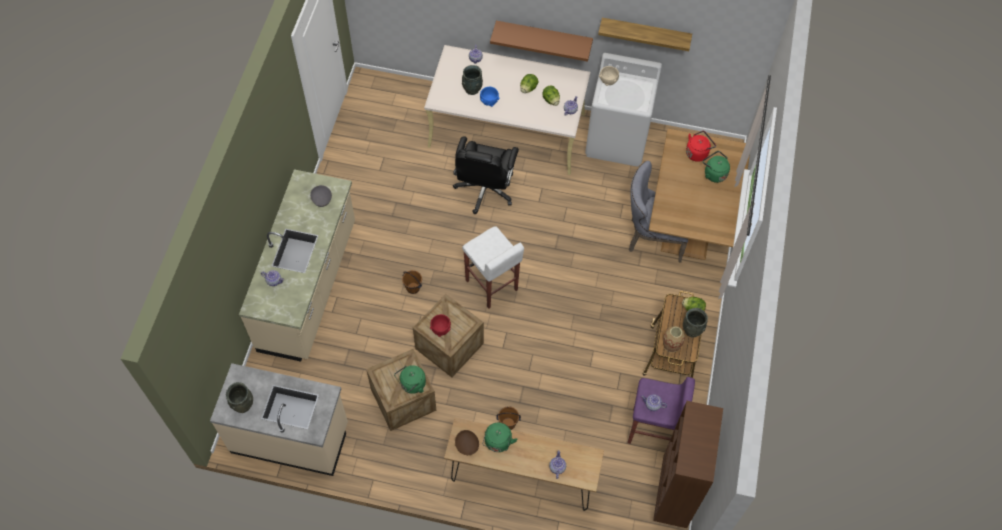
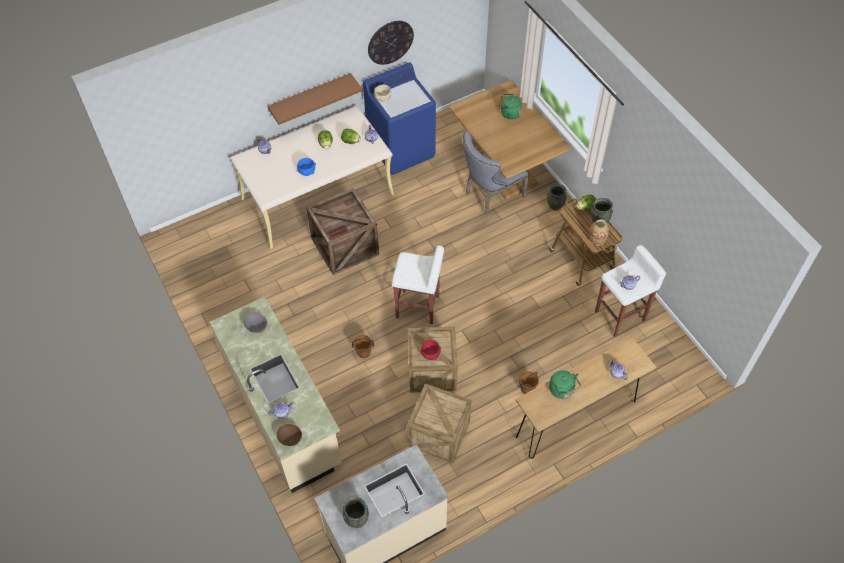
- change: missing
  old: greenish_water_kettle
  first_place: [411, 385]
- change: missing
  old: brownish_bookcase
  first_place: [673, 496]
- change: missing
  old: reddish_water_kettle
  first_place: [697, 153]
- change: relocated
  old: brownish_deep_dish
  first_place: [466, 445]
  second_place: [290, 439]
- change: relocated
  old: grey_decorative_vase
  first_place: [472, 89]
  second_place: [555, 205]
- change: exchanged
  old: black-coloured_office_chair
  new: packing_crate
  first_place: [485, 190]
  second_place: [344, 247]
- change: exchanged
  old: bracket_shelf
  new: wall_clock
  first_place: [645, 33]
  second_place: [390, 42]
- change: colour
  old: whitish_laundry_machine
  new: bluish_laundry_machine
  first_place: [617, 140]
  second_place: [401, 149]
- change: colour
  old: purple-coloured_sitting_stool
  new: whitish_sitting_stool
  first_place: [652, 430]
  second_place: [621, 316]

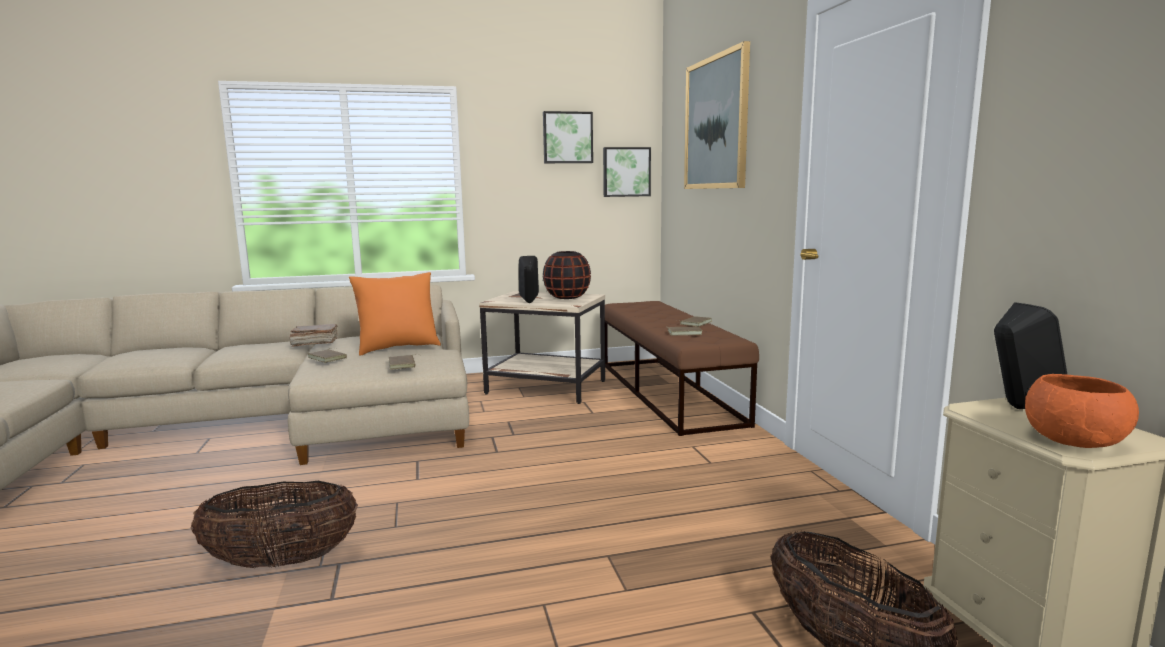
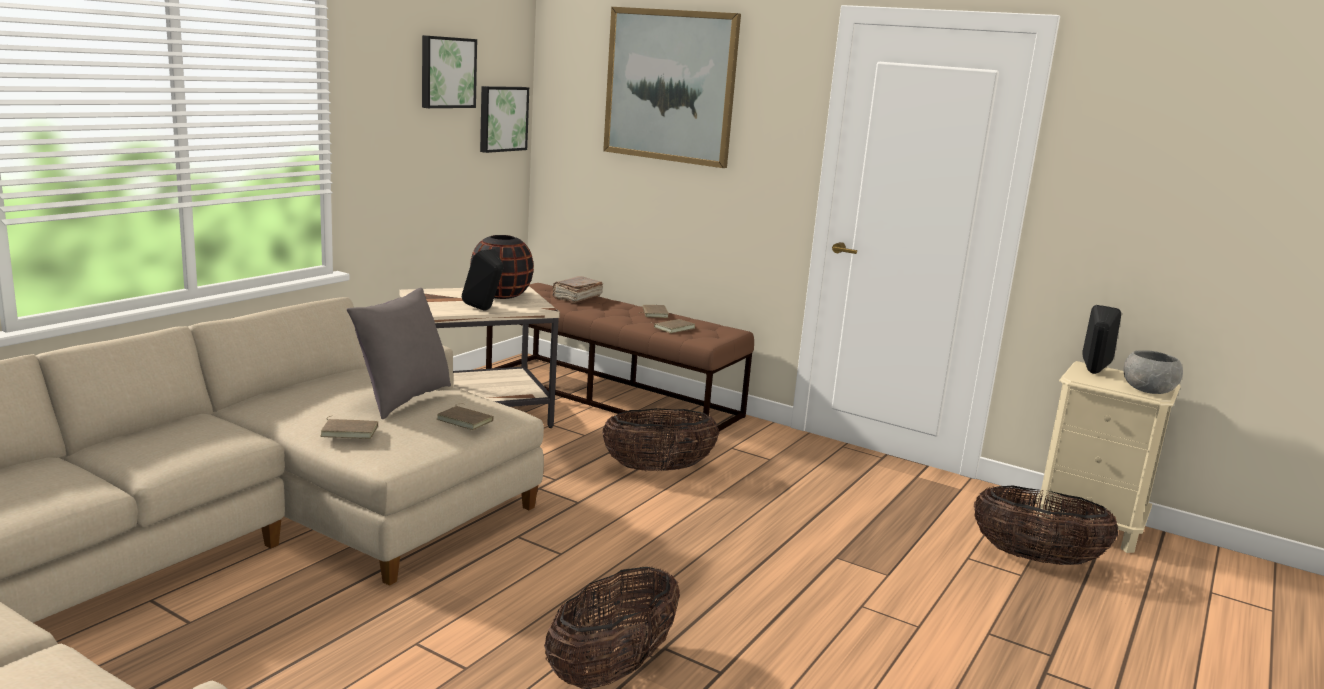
- change: appeared
  new: household_basket
  second_place: [658, 469]
- change: relocated
  old: brownish_bound_book
  first_place: [314, 343]
  second_place: [576, 298]
- change: colour
  old: orange_throw_pillow
  new: grey_throw_pillow
  first_place: [398, 348]
  second_place: [402, 399]
- change: colour
  old: orange_deep_dish
  new: grey_deep_dish
  first_place: [1074, 442]
  second_place: [1148, 391]

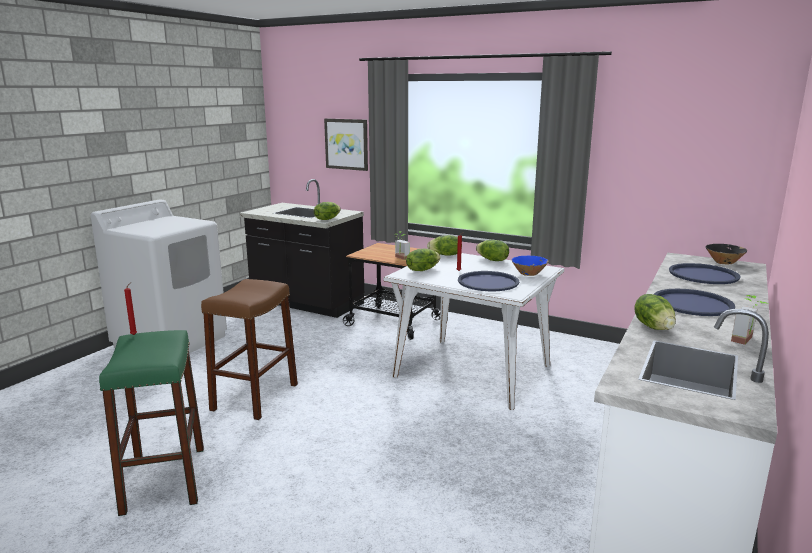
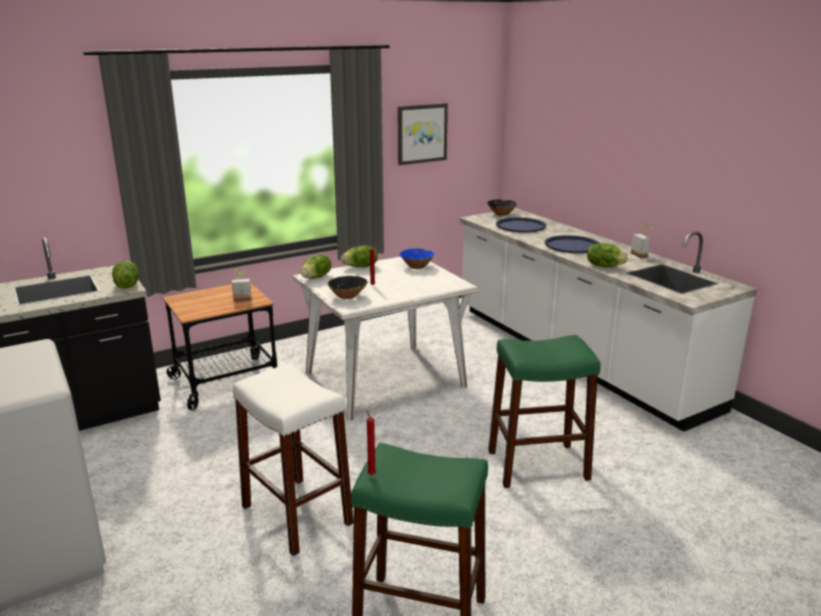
- change: missing
  old: bluish_tray
  first_place: [488, 282]
- change: appeared
  new: greenish_sitting_stool
  second_place: [538, 465]
- change: relocated
  old: wall_art
  first_place: [346, 144]
  second_place: [421, 133]
- change: exchanged
  old: lettuce
  new: black-coloured_deep_dish
  first_place: [422, 270]
  second_place: [348, 296]
- change: colour
  old: brownish_sitting_stool
  new: whitish_sitting_stool
  first_place: [255, 397]
  second_place: [296, 514]

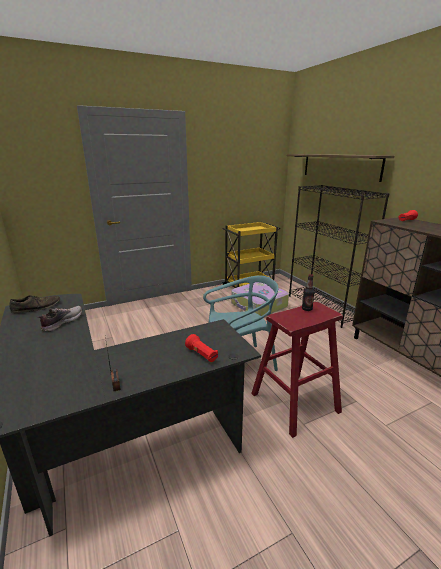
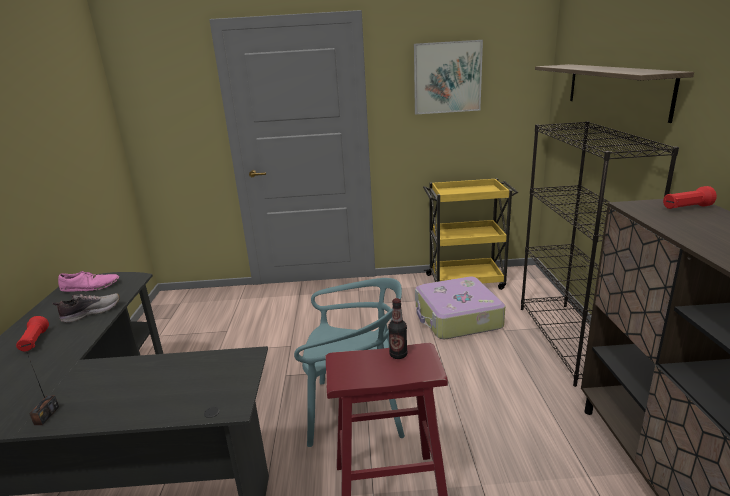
- change: appeared
  new: wall_art
  second_place: [447, 77]
- change: relocated
  old: reddish_flashlight
  first_place: [202, 355]
  second_place: [34, 342]
- change: colour
  old: brownish_item_of_footwear
  new: pinkish_item_of_footwear
  first_place: [37, 307]
  second_place: [90, 287]

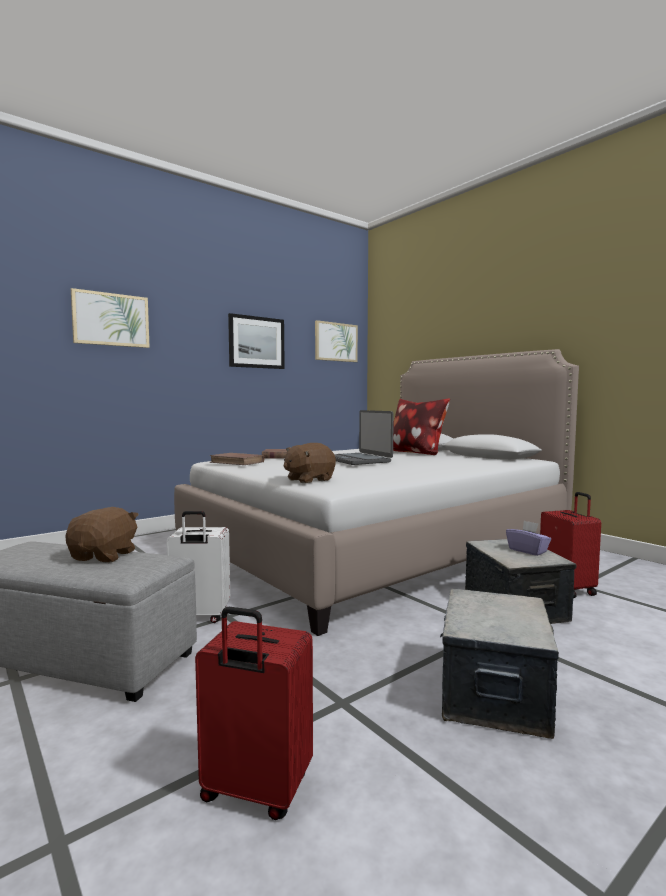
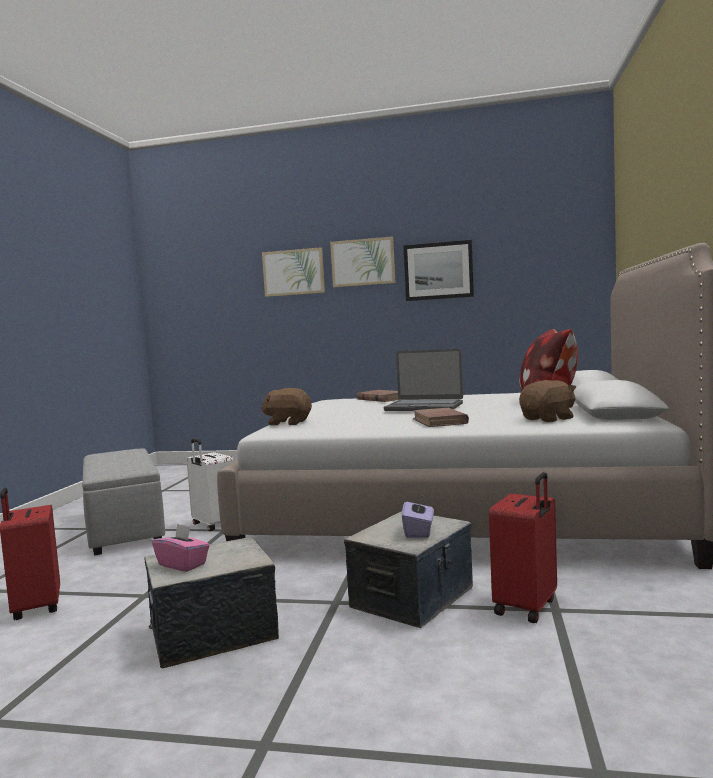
- change: appeared
  new: pinkish_tissue_box
  second_place: [183, 564]
- change: relocated
  old: brownish_cuddly_toy
  first_place: [105, 556]
  second_place: [548, 419]
- change: relocated
  old: brownish_bound_book
  first_place: [237, 462]
  second_place: [439, 421]
- change: relocated
  old: wall_art
  first_place: [336, 342]
  second_place: [363, 262]
- change: spun
  old: notebook_computer
  first_place: [357, 460]
  second_place: [424, 407]
  degrees: -90

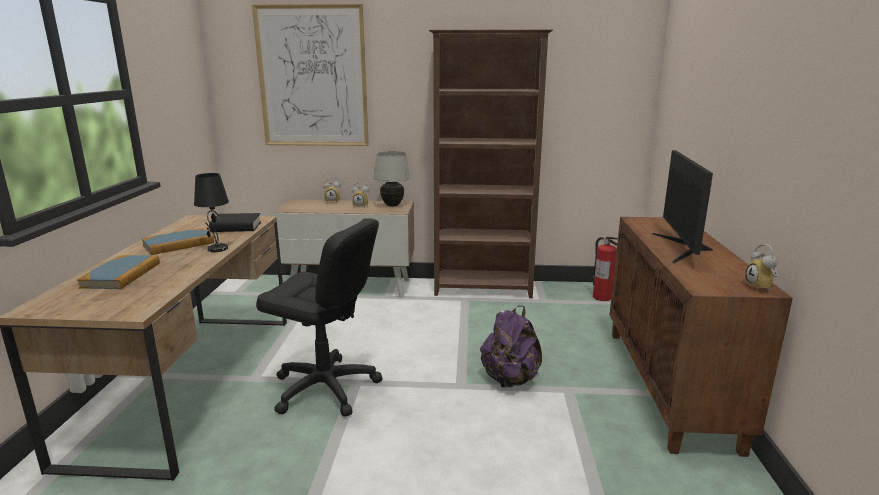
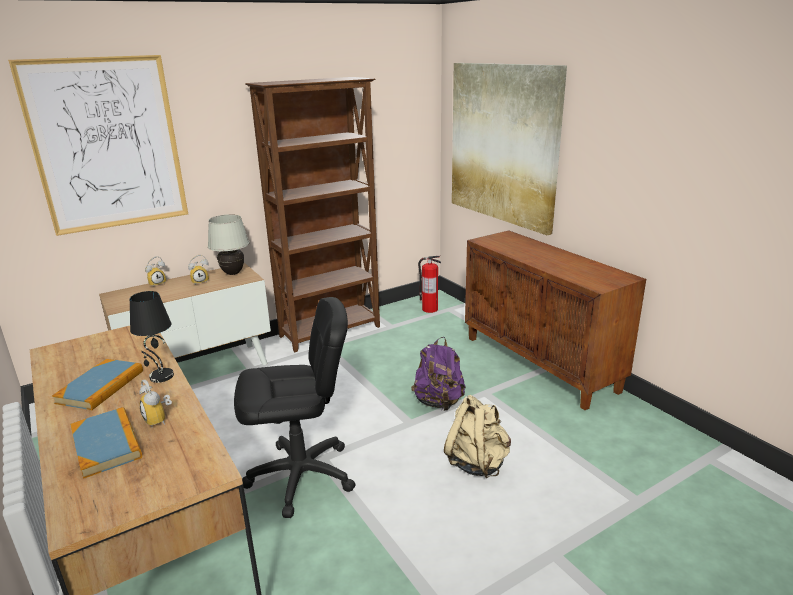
- change: missing
  old: black-coloured_bound_book
  first_place: [236, 227]
- change: missing
  old: computer_display
  first_place: [683, 248]
- change: appeared
  new: beige_rucksack
  second_place: [477, 462]
- change: appeared
  new: wall_art
  second_place: [503, 144]
- change: relocated
  old: alarm_clock
  first_place: [762, 288]
  second_place: [159, 420]

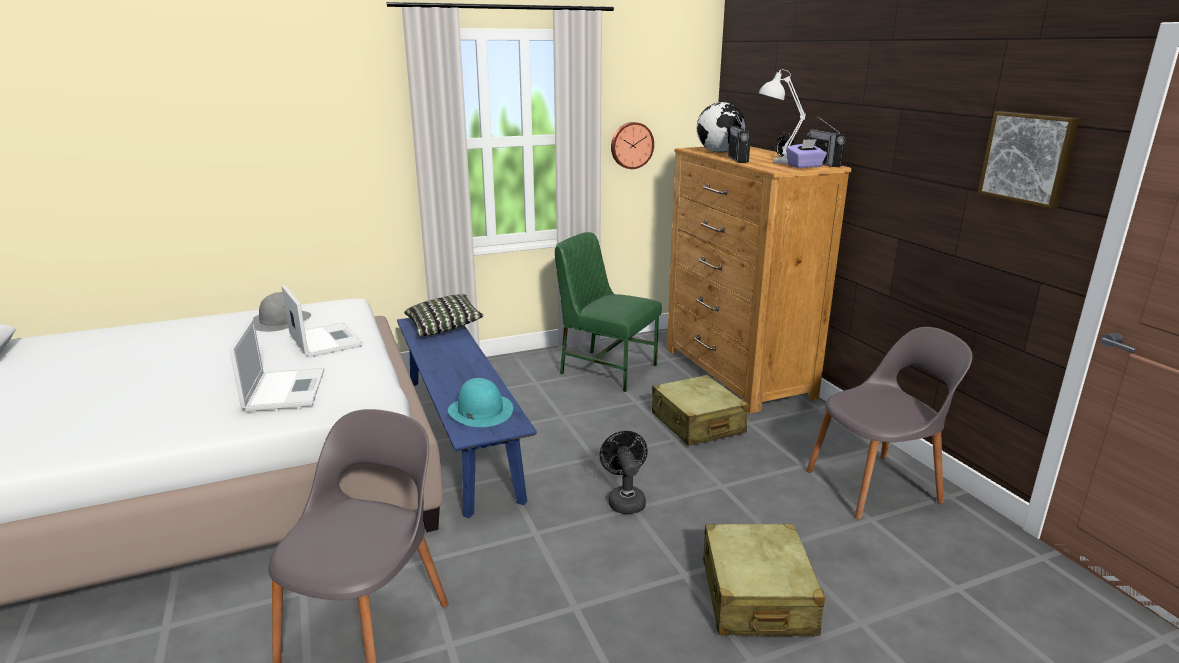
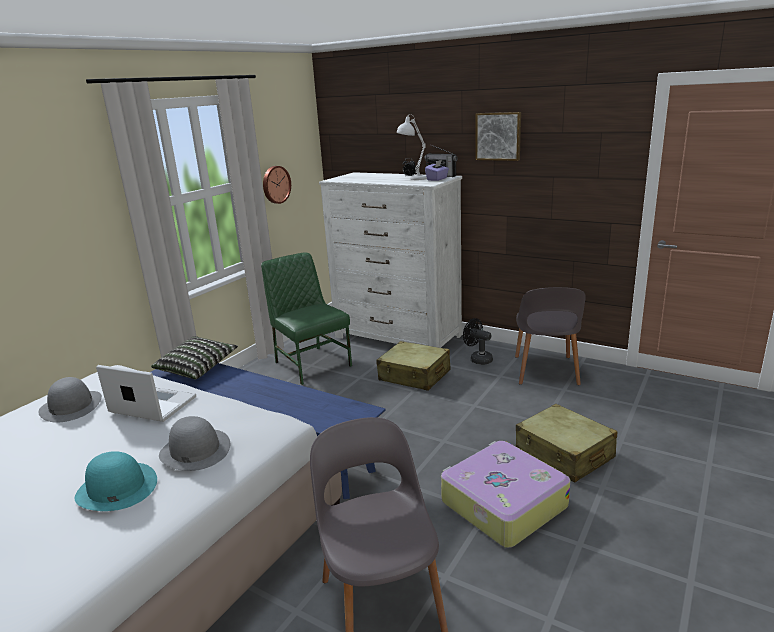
- change: missing
  old: desk_globe
  first_place: [719, 152]
- change: missing
  old: radio_set
  first_place: [738, 159]
- change: appeared
  new: piece_of_luggage
  second_place: [502, 504]
- change: relocated
  old: blue-green_hat
  first_place: [480, 410]
  second_place: [116, 488]
- change: relocated
  old: black-coloured_fan
  first_place: [625, 500]
  second_place: [478, 359]
- change: relocated
  old: wall_art
  first_place: [1028, 158]
  second_place: [498, 136]
- change: exchanged
  old: notebook_computer
  new: grey_hat
  first_place: [285, 389]
  second_place: [195, 450]
- change: colour
  old: brownish_chest_of_drawers
  new: whitish_chest_of_drawers
  first_place: [736, 372]
  second_place: [397, 336]
- change: spun
  old: greenish_chair
  first_place: [606, 369]
  second_place: [311, 364]
  degrees: 60
- change: spun
  old: grey_chair
  first_place: [876, 485]
  second_place: [545, 371]
  degrees: 150

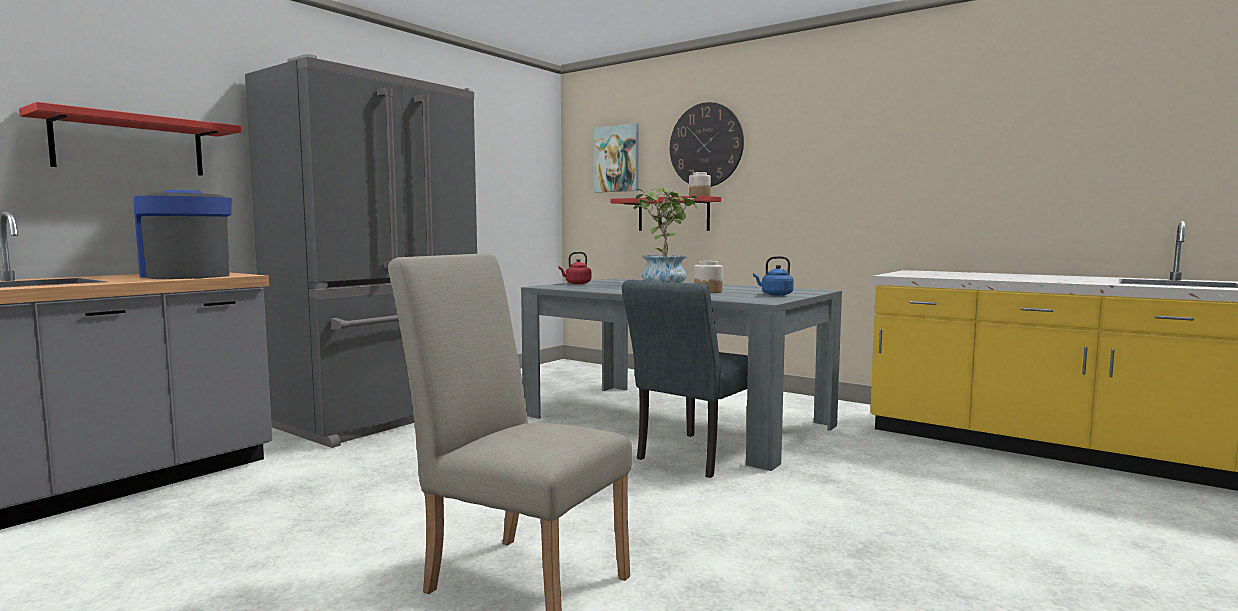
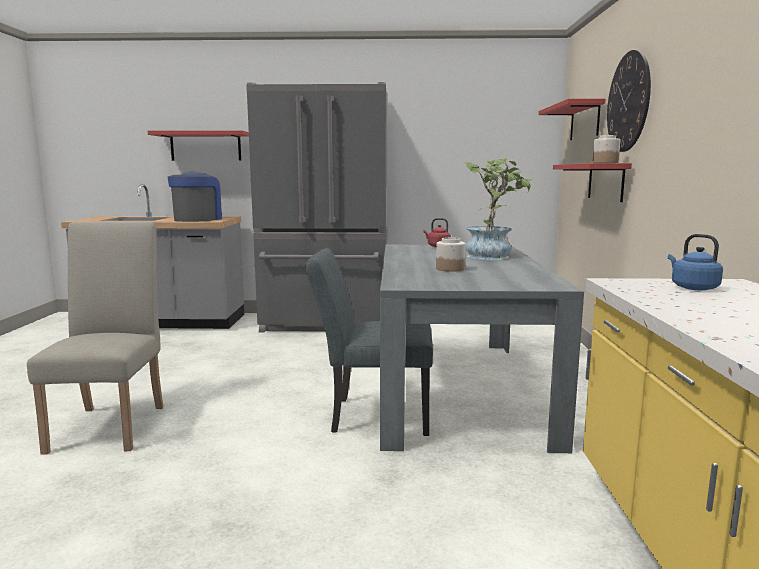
- change: relocated
  old: bluish_water_kettle
  first_place: [775, 294]
  second_place: [692, 287]
- change: exchanged
  old: wall_art
  new: reddish_bracket_shelf
  first_place: [617, 159]
  second_place: [584, 121]

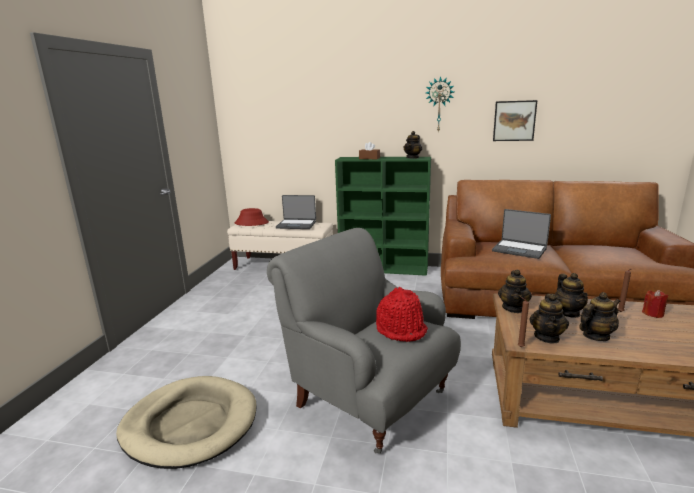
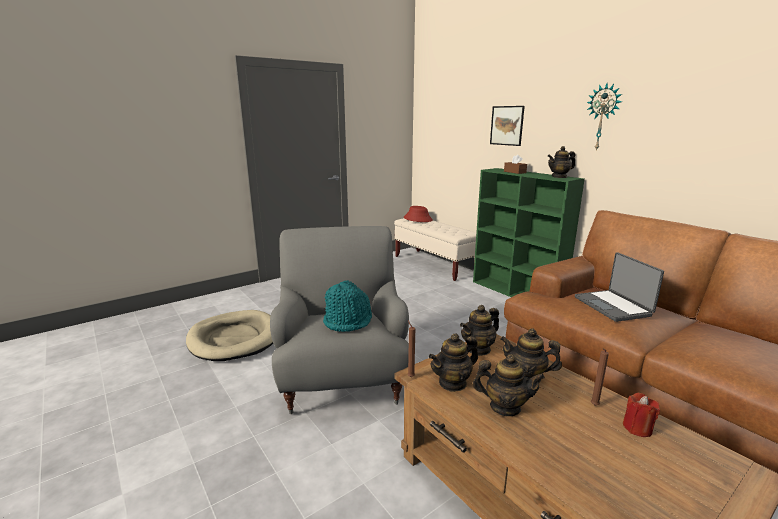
- change: missing
  old: notebook_computer
  first_place: [296, 225]
- change: relocated
  old: wall_art
  first_place: [514, 121]
  second_place: [507, 125]
- change: colour
  old: reddish_hat
  new: blue-green_hat
  first_place: [401, 329]
  second_place: [348, 321]
- change: spun
  old: pot_for_tea
  first_place: [568, 312]
  second_place: [527, 377]
  degrees: 75

